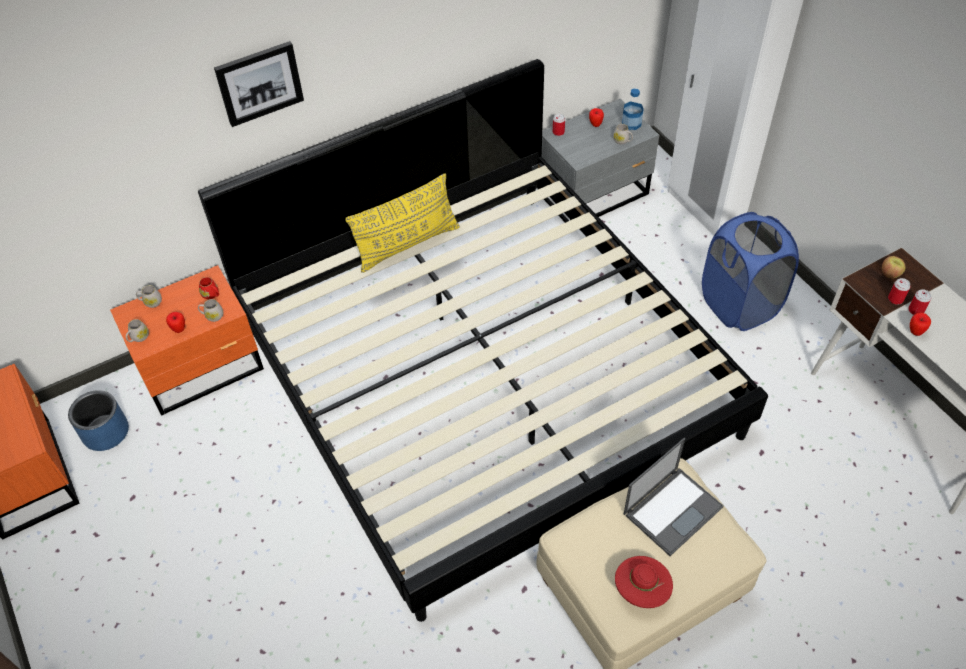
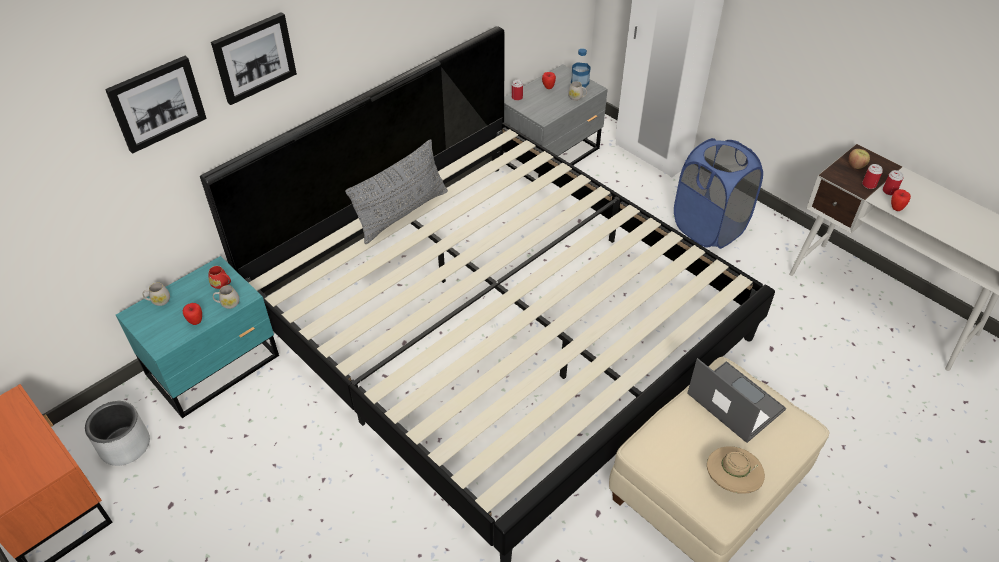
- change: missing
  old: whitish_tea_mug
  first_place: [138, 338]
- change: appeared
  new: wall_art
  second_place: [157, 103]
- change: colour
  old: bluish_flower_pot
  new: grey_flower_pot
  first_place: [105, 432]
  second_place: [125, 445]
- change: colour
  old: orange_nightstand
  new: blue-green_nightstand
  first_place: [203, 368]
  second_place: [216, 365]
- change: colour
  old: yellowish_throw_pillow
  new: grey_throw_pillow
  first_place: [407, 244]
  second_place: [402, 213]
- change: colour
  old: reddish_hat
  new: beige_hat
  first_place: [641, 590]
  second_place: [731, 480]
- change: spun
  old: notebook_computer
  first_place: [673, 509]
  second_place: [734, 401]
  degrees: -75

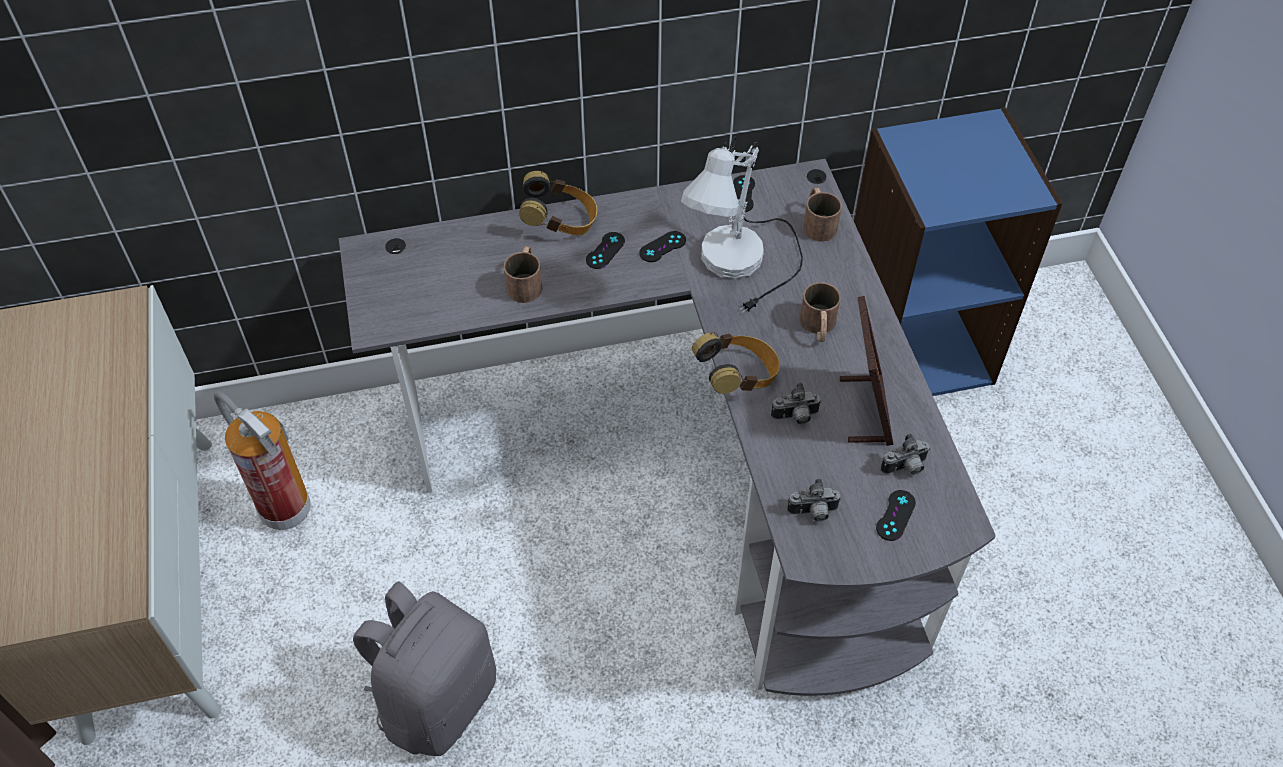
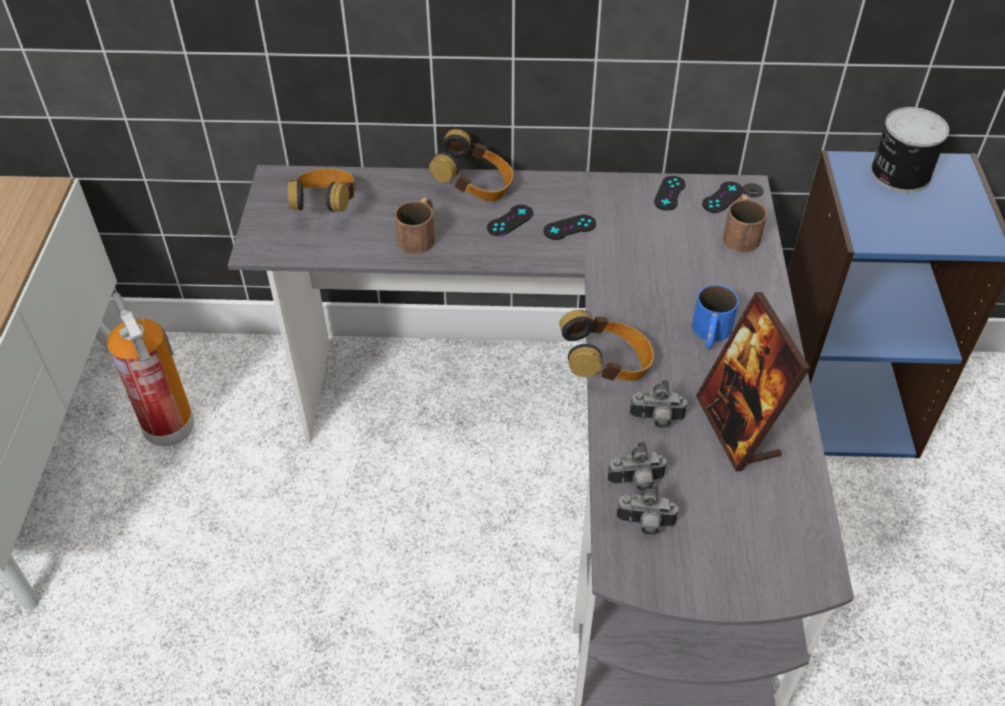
- change: missing
  old: grey_rucksack
  first_place: [437, 700]
- change: missing
  old: whitish_tabletop_lamp
  first_place: [743, 271]
- change: appeared
  new: headset
  second_place: [326, 207]
- change: appeared
  new: sealed_can
  second_place: [898, 173]
- change: relocated
  old: black-coloured_joypad
  first_place: [895, 515]
  second_place: [722, 197]
- change: relocated
  old: photo_camera
  first_place: [905, 468]
  second_place: [637, 482]
- change: colour
  old: brownish_tea_mug
  new: bluish_tea_mug
  first_place: [818, 327]
  second_place: [710, 334]
- change: spun
  old: standing_frame
  first_place: [865, 409]
  second_place: [737, 428]
  degrees: 150

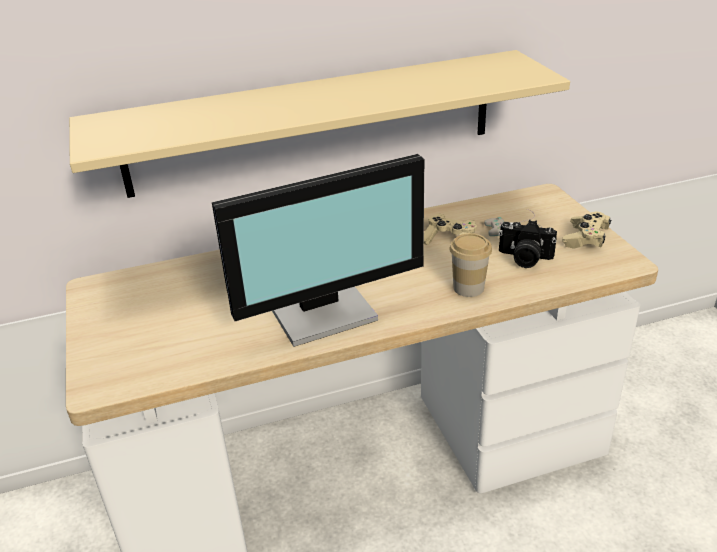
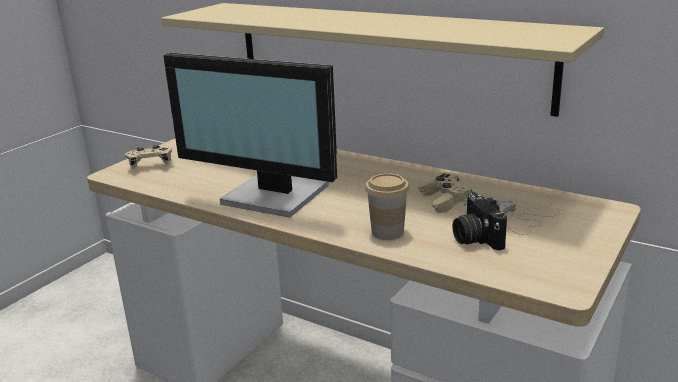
- change: relocated
  old: beige_joypad
  first_place: [585, 239]
  second_place: [151, 165]

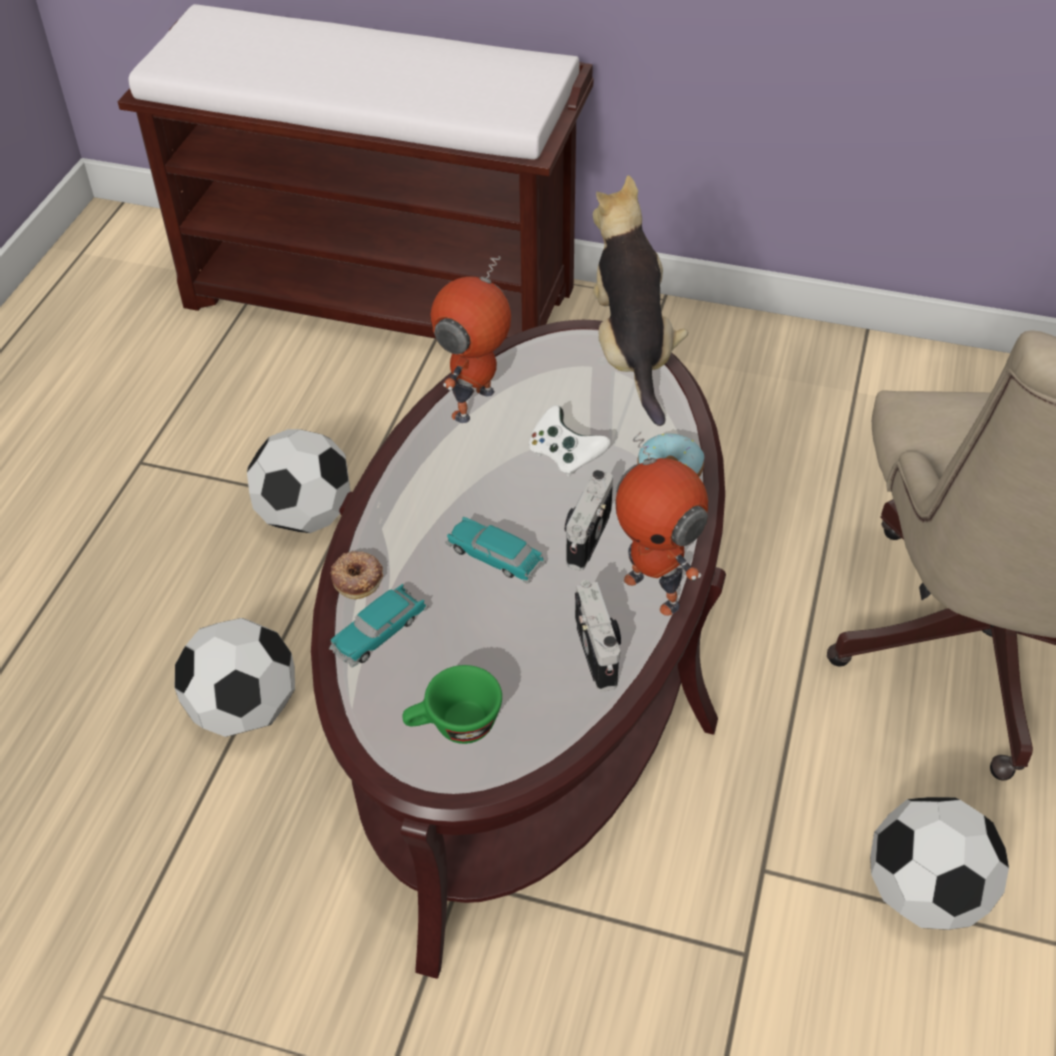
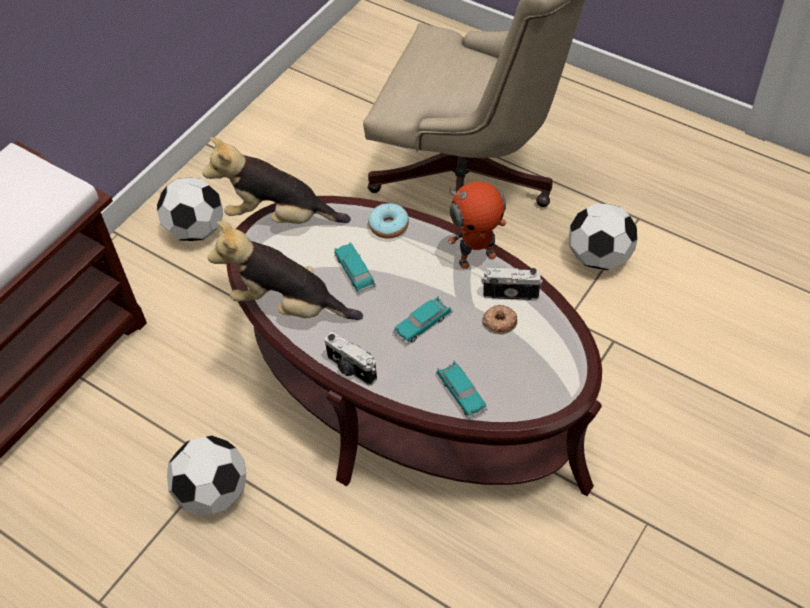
- change: missing
  old: greenish_cup
  first_place: [454, 727]
- change: relocated
  old: ball_for_football
  first_place: [245, 710]
  second_place: [196, 230]
- change: relocated
  old: ring_doughnut
  first_place: [357, 578]
  second_place: [499, 321]
- change: relocated
  old: photo_camera
  first_place: [586, 536]
  second_place: [350, 369]
- change: exchanged
  old: model_robot
  new: cuddly_toy
  first_place: [476, 405]
  second_place: [289, 305]
- change: exchanged
  old: whitish_joypad
  new: toy_car
  first_place: [565, 456]
  second_place: [354, 271]

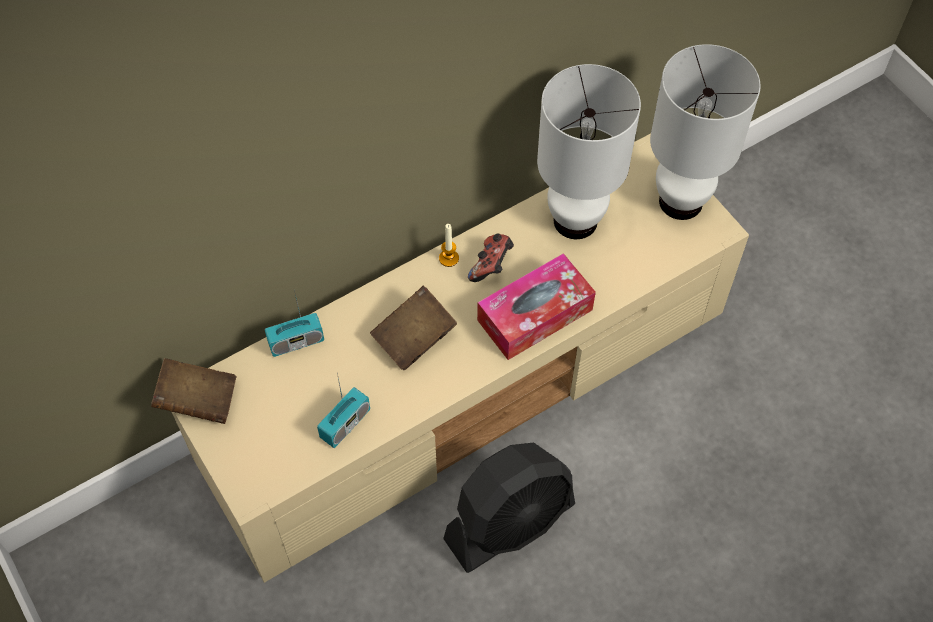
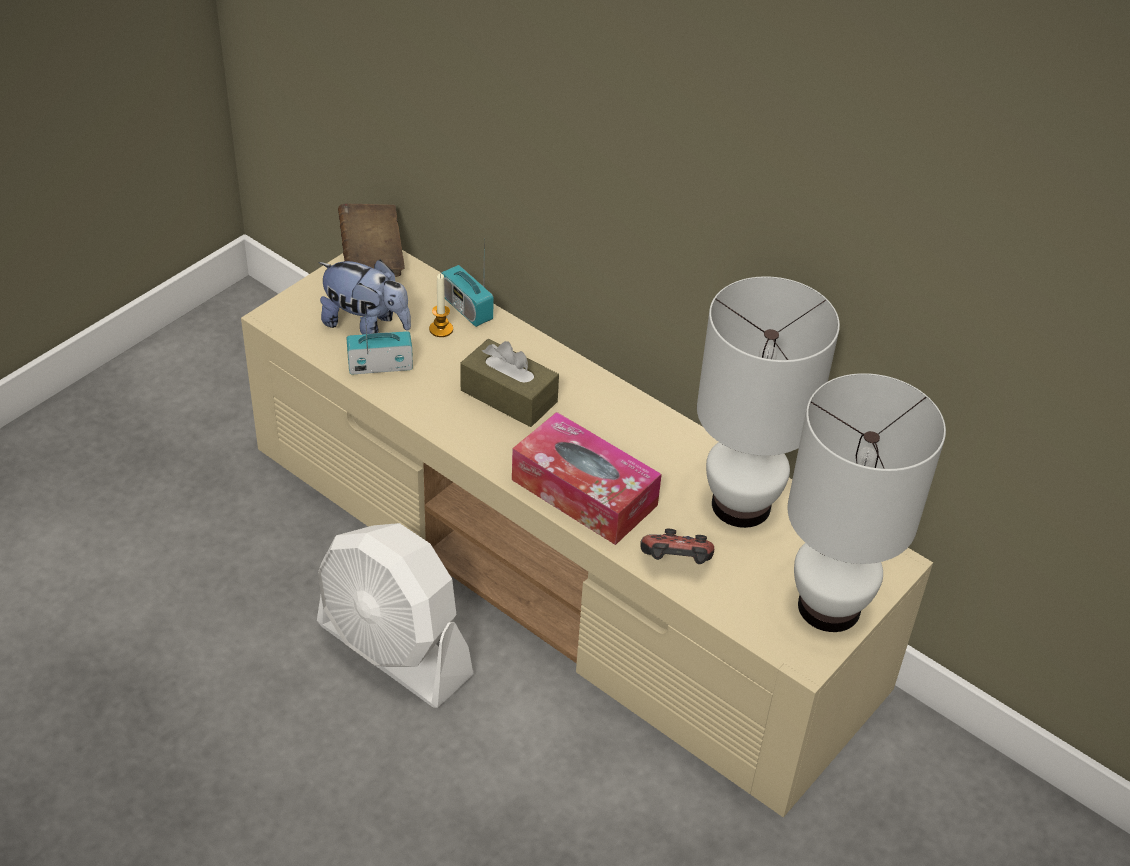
- change: appeared
  new: cuddly_toy
  second_place: [366, 325]
- change: relocated
  old: wax_light
  first_place: [449, 258]
  second_place: [441, 329]
- change: relocated
  old: joypad
  first_place: [491, 266]
  second_place: [676, 564]
- change: exchanged
  old: brownish_bound_book
  new: brownish_tissue_box
  first_place: [414, 338]
  second_place: [509, 396]
- change: colour
  old: black-coloured_fan
  new: whitish_fan
  first_place: [510, 522]
  second_place: [394, 650]
- change: spun
  old: radio_set
  first_place: [345, 424]
  second_place: [380, 365]
  degrees: 150

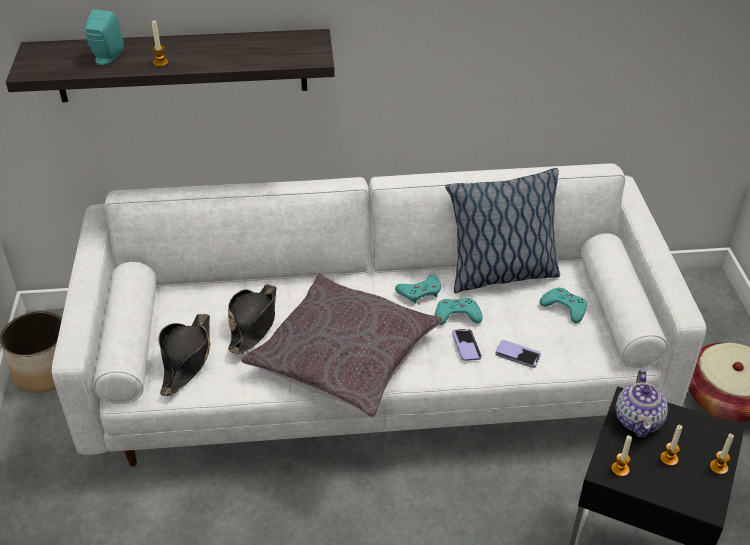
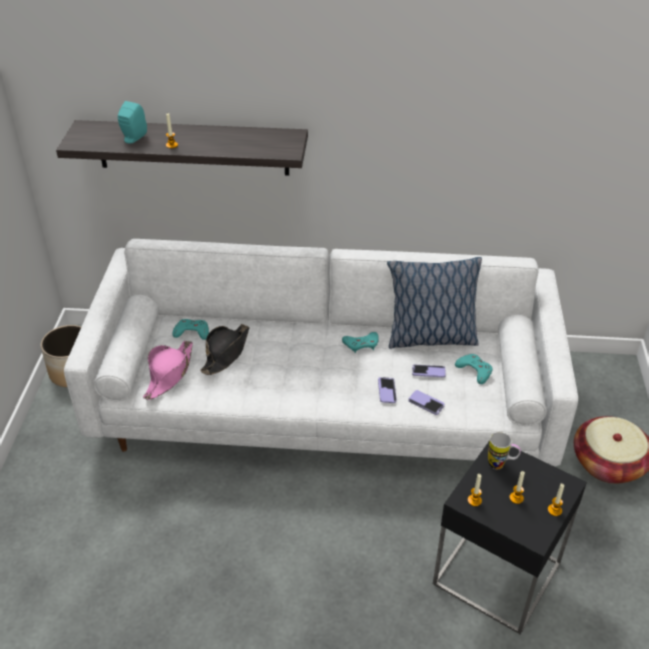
- change: missing
  old: grey_throw_pillow
  first_place: [344, 355]
- change: appeared
  new: telephone
  second_place: [428, 372]
- change: relocated
  old: blue-green_joypad
  first_place: [457, 315]
  second_place: [192, 332]
- change: exchanged
  old: pot_for_tea
  new: tea_mug
  first_place: [638, 420]
  second_place: [501, 465]
- change: colour
  old: black-coloured_hat
  new: pinkish_hat
  first_place: [186, 359]
  second_place: [169, 374]

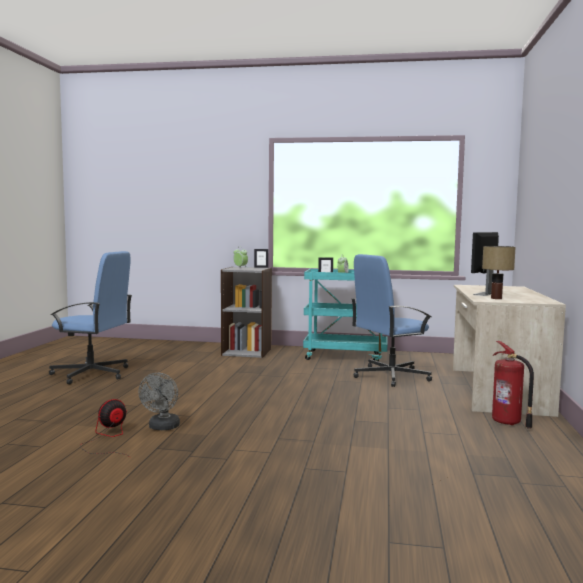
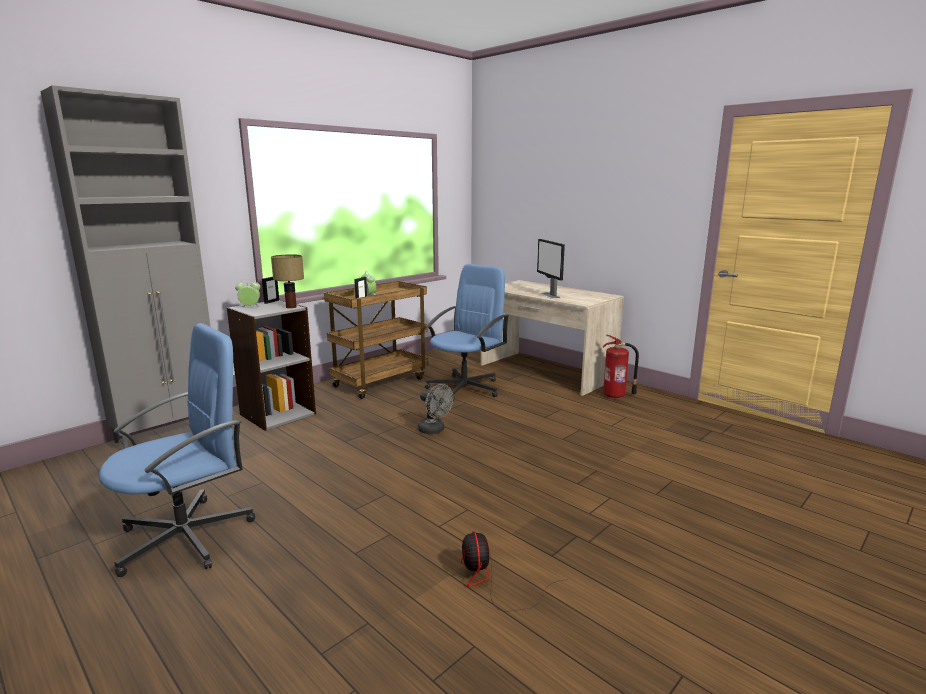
- change: appeared
  new: grey_cupboard
  second_place: [170, 434]
- change: relocated
  old: grey_fan
  first_place: [162, 428]
  second_place: [434, 430]
- change: relocated
  old: tabletop_lamp
  first_place: [495, 298]
  second_place: [290, 307]
- change: colour
  old: blue-green_cart
  new: brownish_cart
  first_place: [346, 356]
  second_place: [380, 382]
- change: spun
  old: bluish_office_chair
  first_place: [390, 376]
  second_place: [465, 388]
  degrees: -150

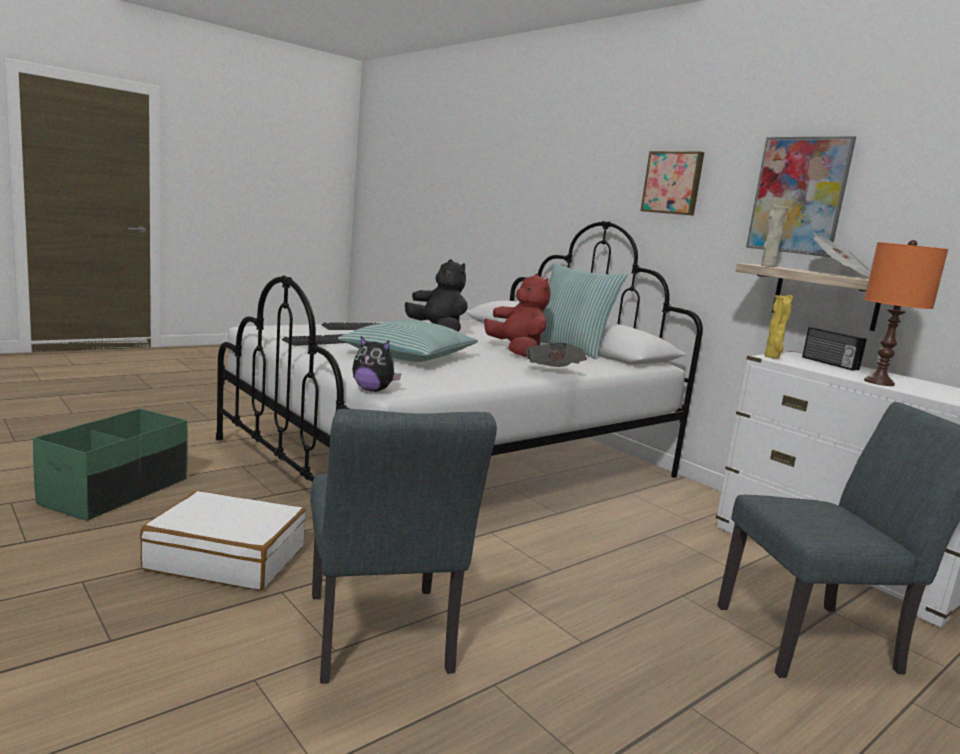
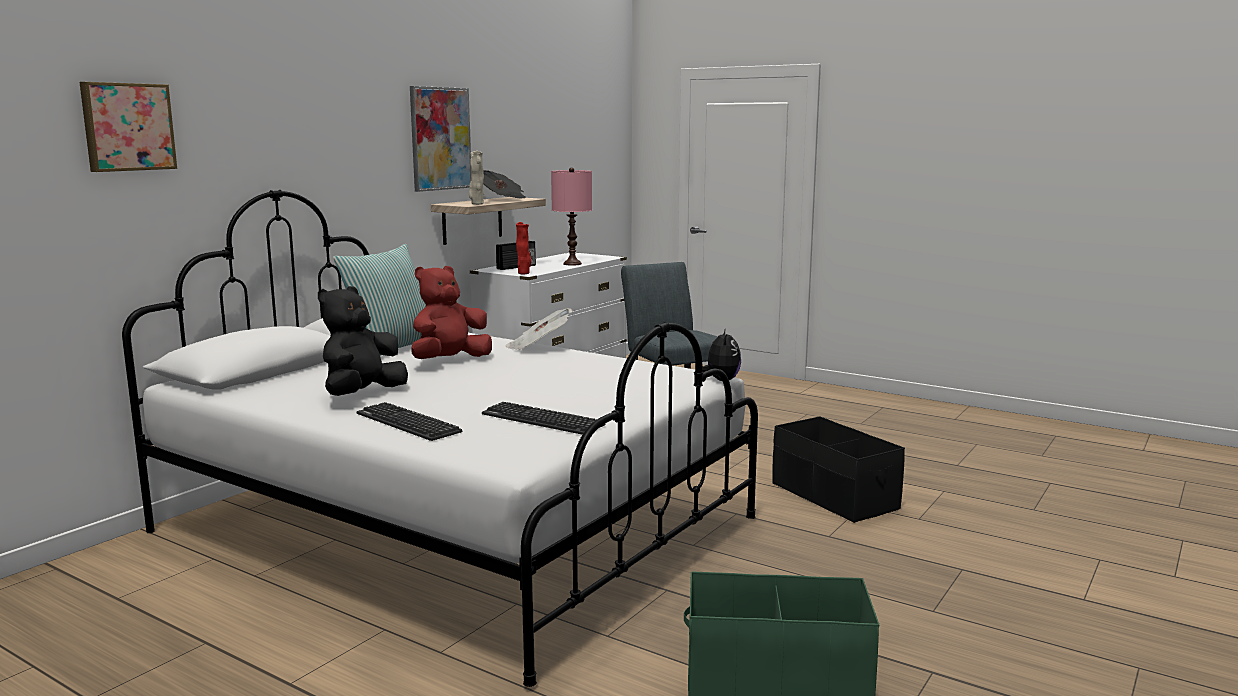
- change: missing
  old: whitish_piece_of_luggage
  first_place: [227, 558]
- change: missing
  old: throw_pillow
  first_place: [408, 356]
- change: relocated
  old: wall_art
  first_place: [673, 183]
  second_place: [127, 127]
- change: exchanged
  old: grey_chair
  new: black-coloured_storage_box
  first_place: [381, 641]
  second_place: [833, 496]
- change: colour
  old: yellowish_decorative_vase
  new: reddish_decorative_vase
  first_place: [772, 357]
  second_place: [524, 273]
- change: colour
  old: orange_tabletop_lamp
  new: pinkish_tabletop_lamp
  first_place: [879, 382]
  second_place: [572, 264]

